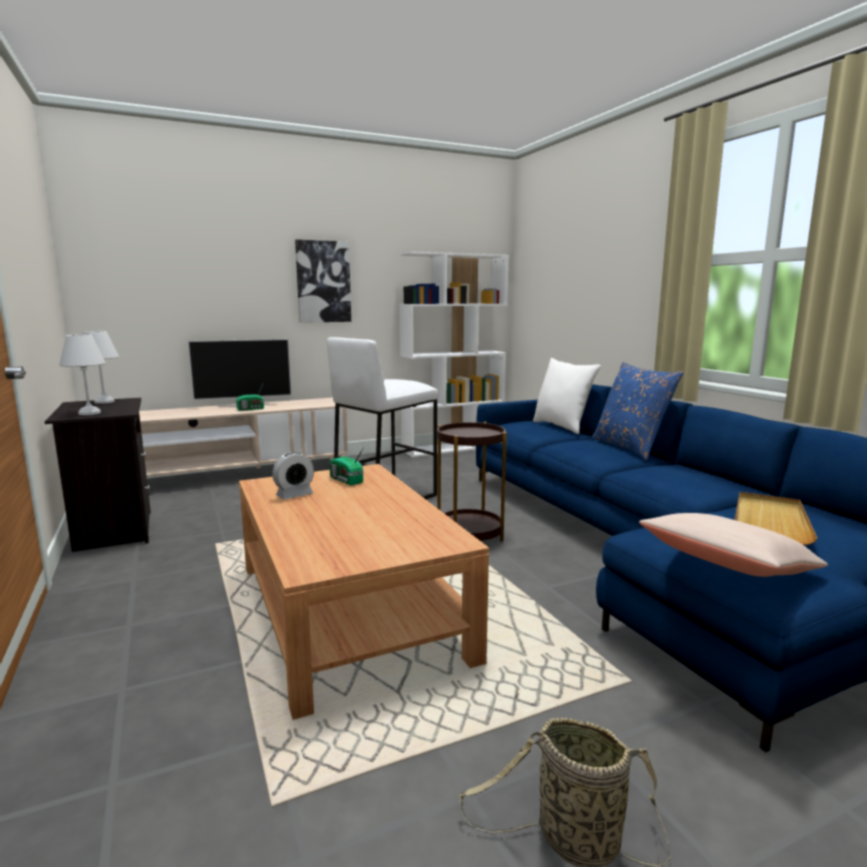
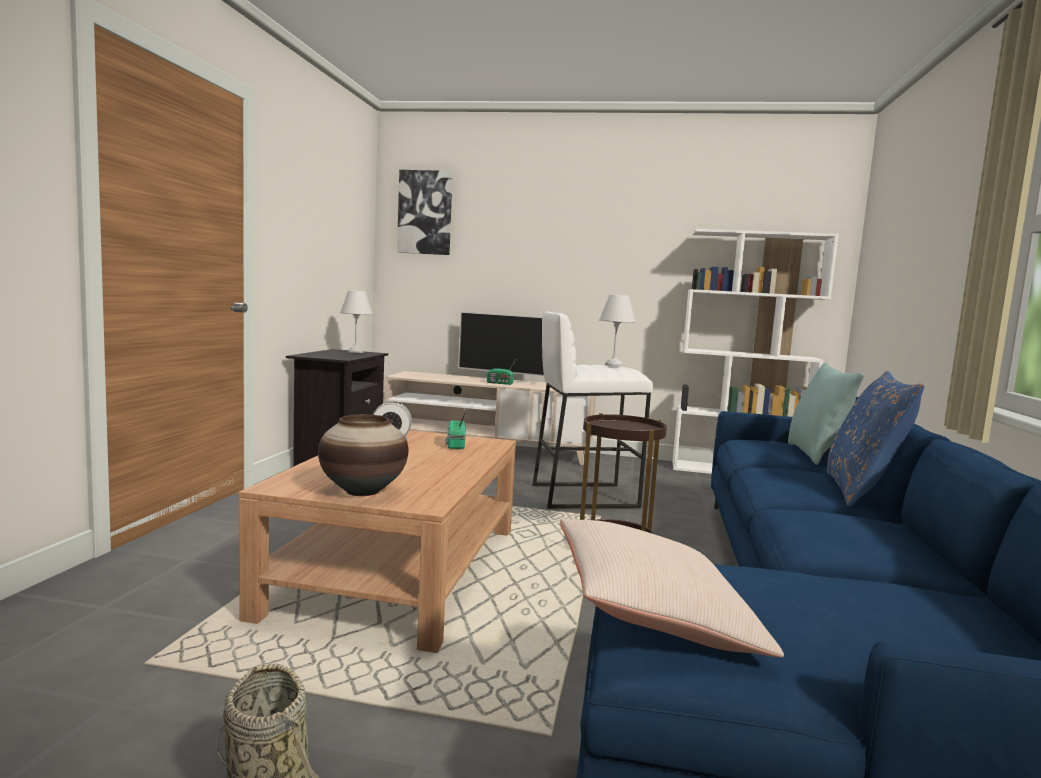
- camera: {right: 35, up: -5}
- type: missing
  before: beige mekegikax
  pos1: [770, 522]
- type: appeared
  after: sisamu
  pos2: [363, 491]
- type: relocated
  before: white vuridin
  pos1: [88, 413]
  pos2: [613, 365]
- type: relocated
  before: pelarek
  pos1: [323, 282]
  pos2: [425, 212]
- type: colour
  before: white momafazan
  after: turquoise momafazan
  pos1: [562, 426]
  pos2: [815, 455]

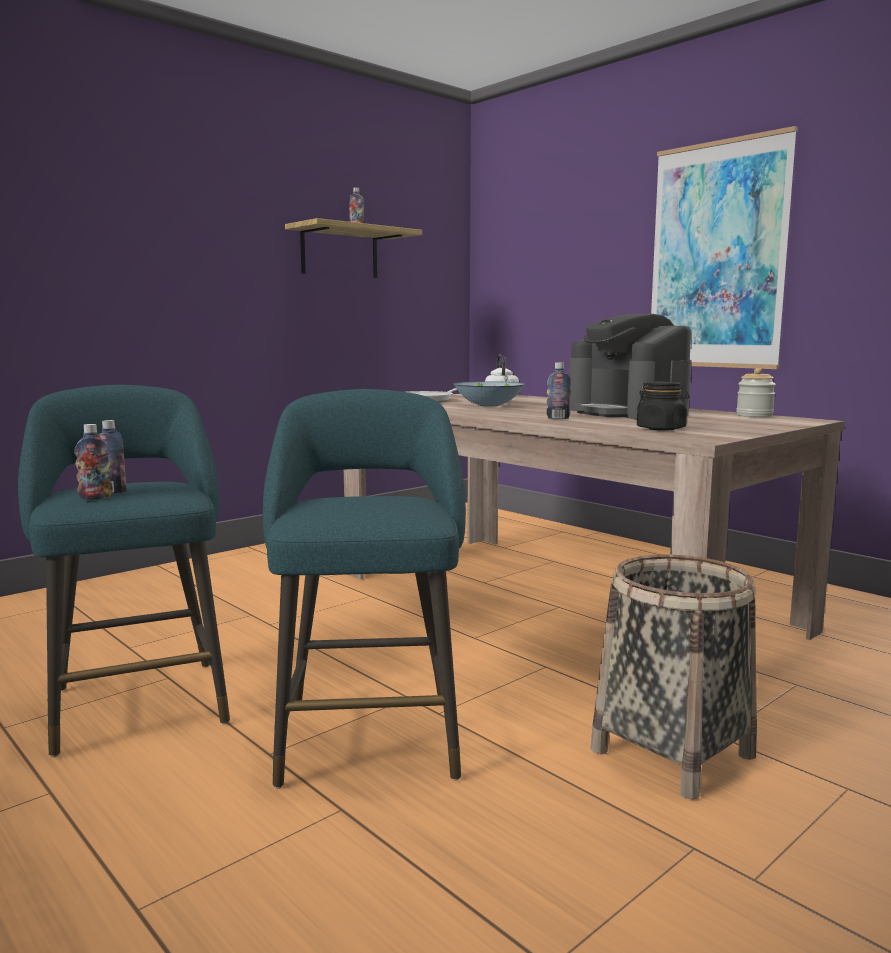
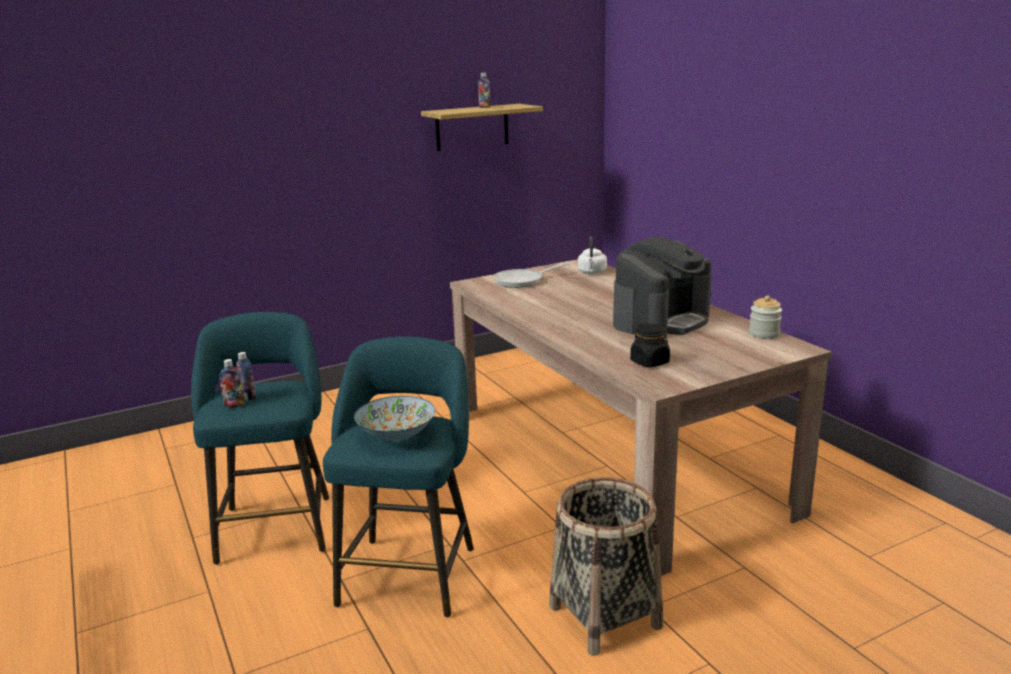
- camera: {right: 15, up: 10}
- type: missing
  before: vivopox
  pos1: [558, 418]
- type: missing
  before: pelarek
  pos1: [717, 256]
- type: relocated
  before: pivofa
  pos1: [489, 405]
  pos2: [397, 435]
- type: spun
  before: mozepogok
  pos1: [627, 412]
  pos2: [661, 320]
  turn: -120

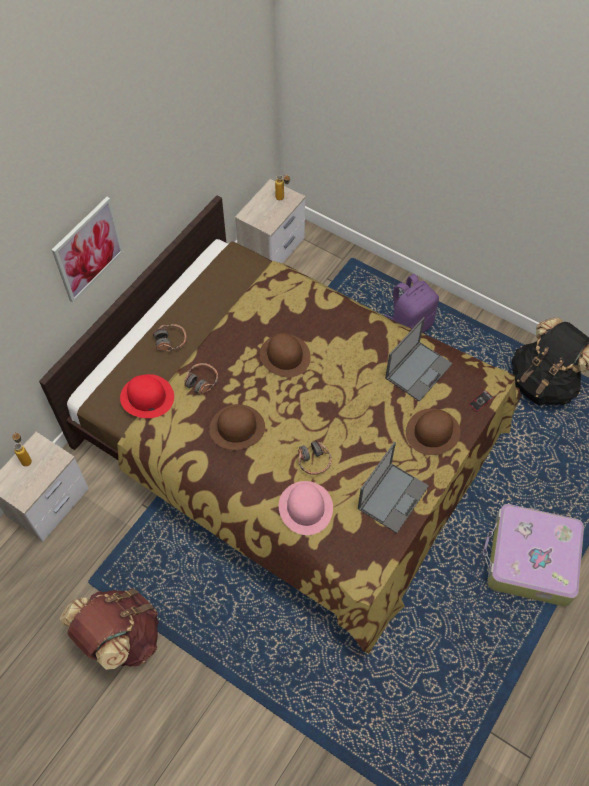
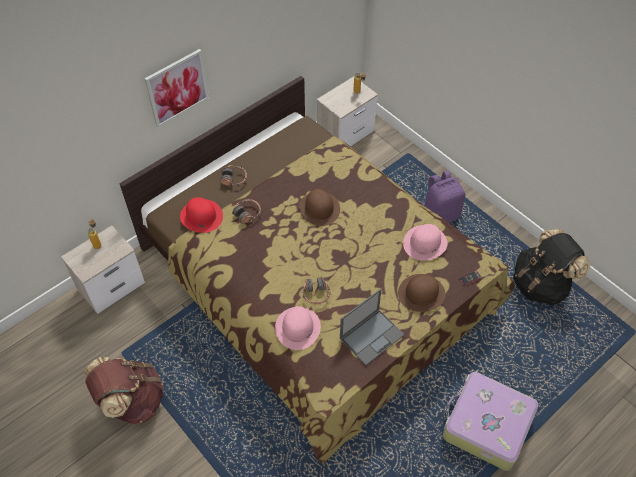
- camera: {right: 15, up: -5}
- type: missing
  before: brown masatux
  pos1: [237, 428]
- type: exchanged
  before: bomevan
  after: pink masatux
  pos1: [418, 370]
  pos2: [425, 243]

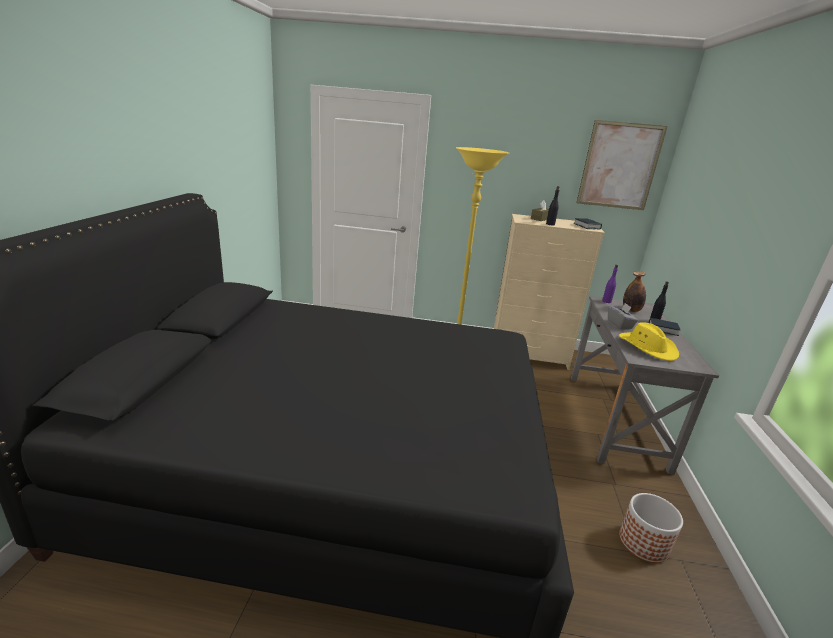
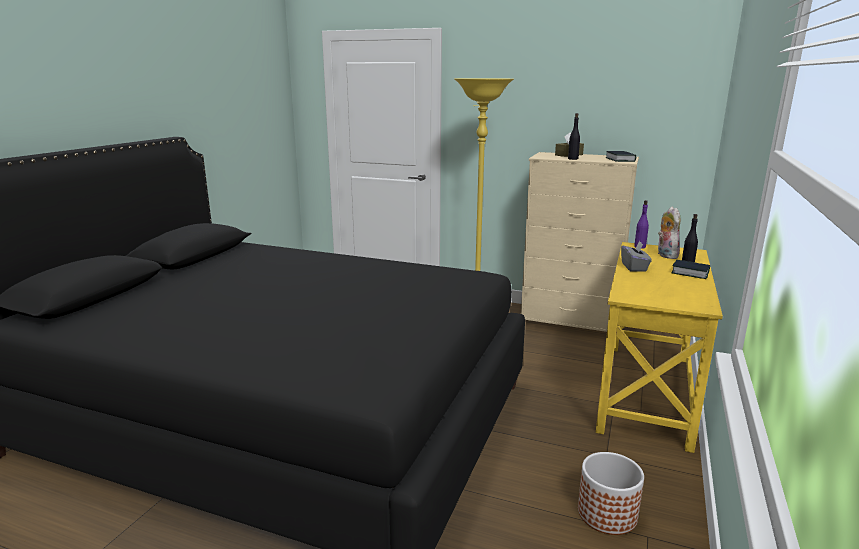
- camera: {right: 15, up: -5}
- type: missing
  before: pelarek
  pos1: [619, 166]
- type: missing
  before: yellow masatux
  pos1: [647, 347]
- type: exchanged
  before: vivopox
  after: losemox
  pos1: [631, 310]
  pos2: [665, 255]
- type: colour
  before: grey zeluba
  after: yellow zeluba
  pos1: [615, 419]
  pos2: [646, 392]

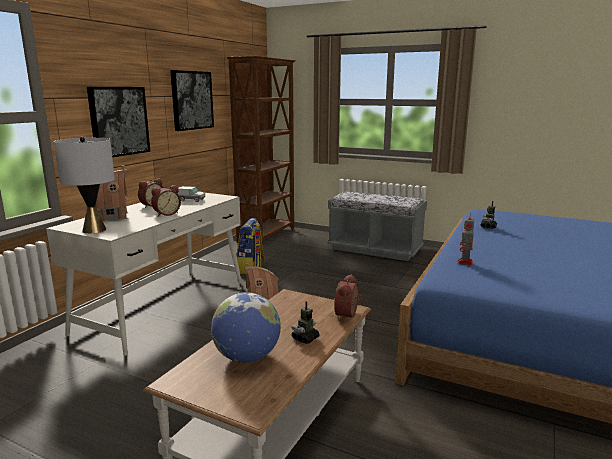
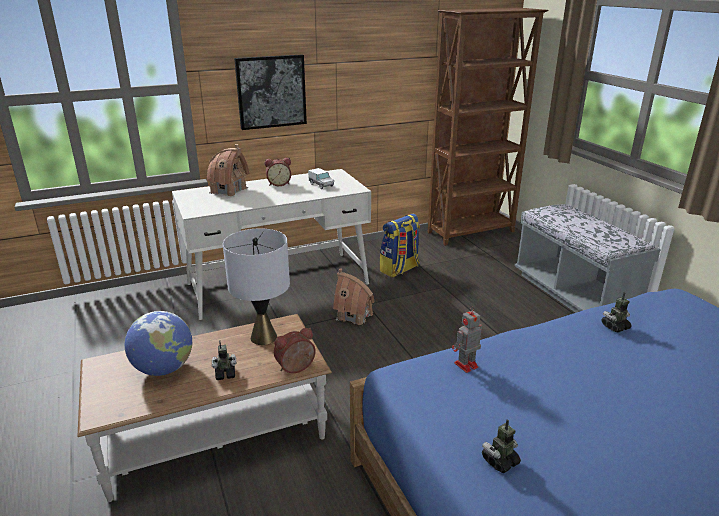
- camera: {right: 40, up: 10}
- type: missing
  before: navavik
  pos1: [166, 214]
- type: missing
  before: pelarek
  pos1: [192, 100]
- type: appeared
  after: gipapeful
  pos2: [500, 461]
- type: relocated
  before: grey vuridin
  pos1: [94, 230]
  pos2: [264, 337]

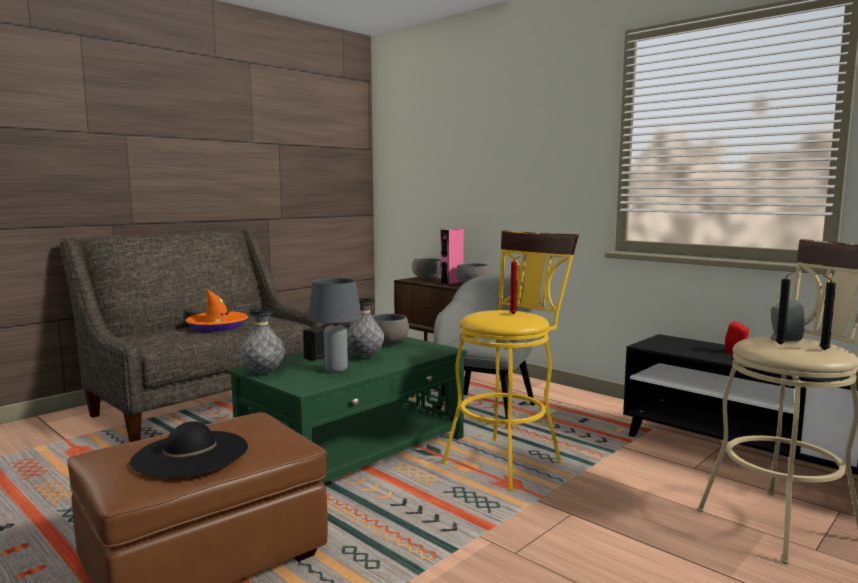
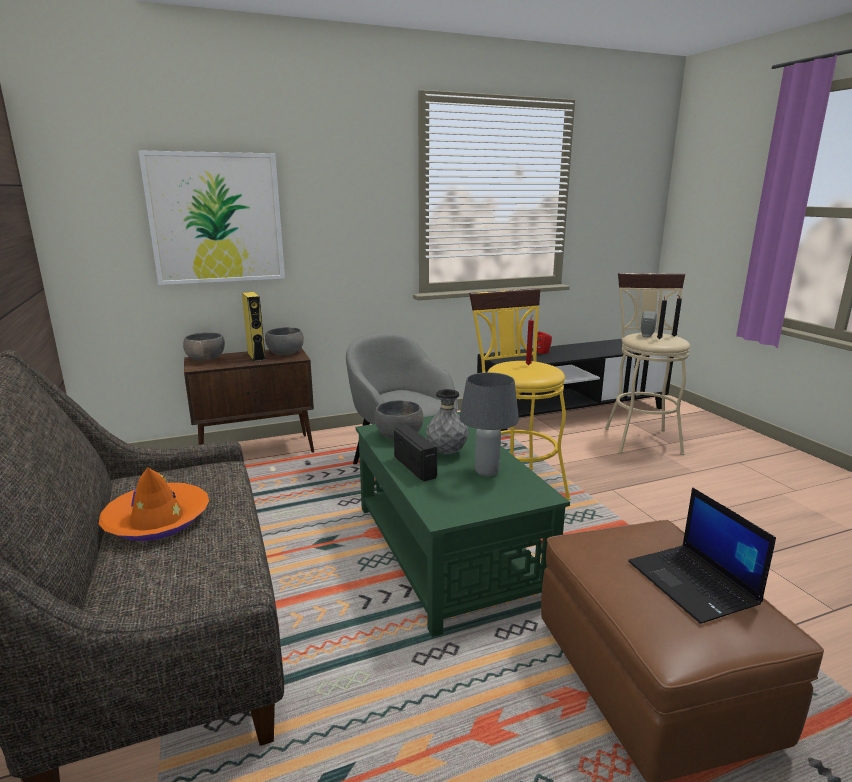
- camera: {right: -65, up: 10}
- type: missing
  before: grey sisamu
  pos1: [263, 373]
- type: appeared
  after: pelarek
  pos2: [216, 218]
- type: exchanged
  before: black masatux
  after: bomevan
  pos1: [190, 454]
  pos2: [694, 583]
- type: colour
  before: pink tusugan
  after: yellow tusugan
  pos1: [452, 282]
  pos2: [256, 356]

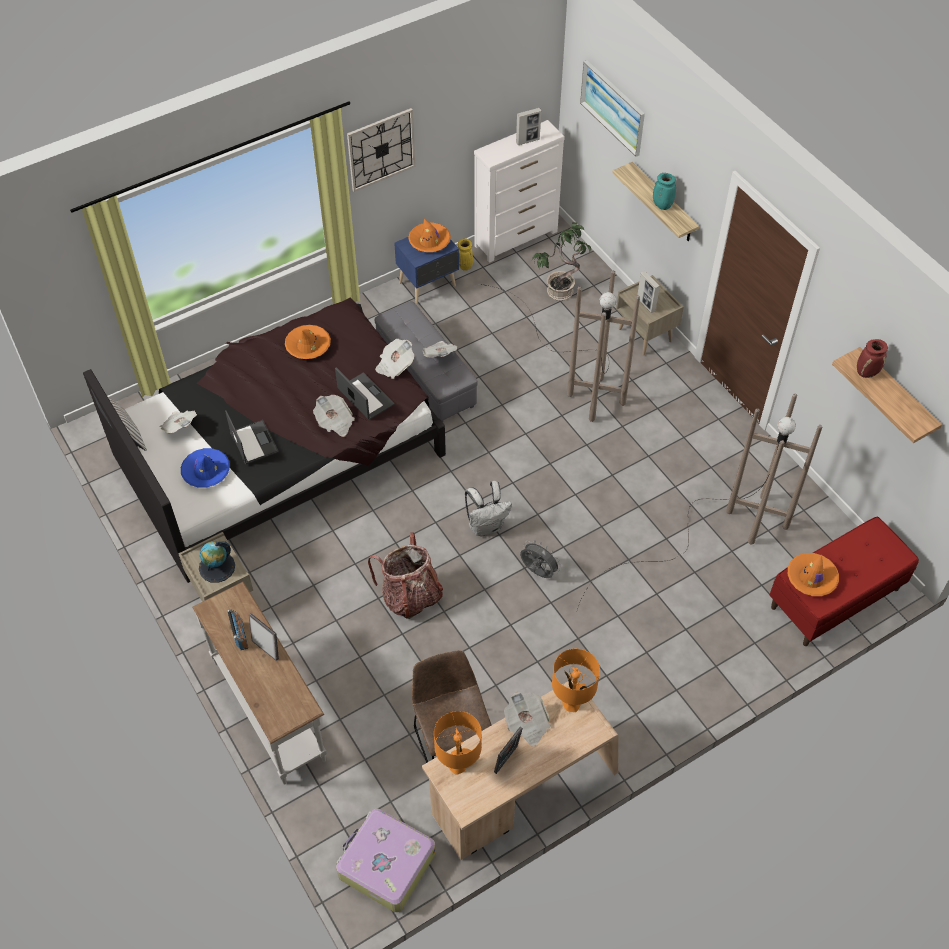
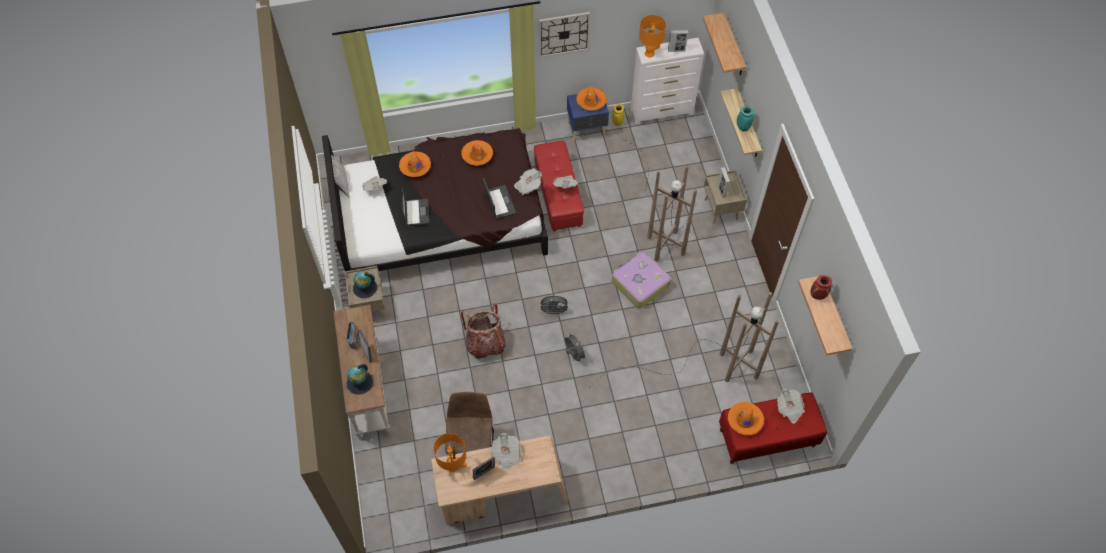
- camera: {right: 20, up: 5}
- type: missing
  before: blue masatux
  pos1: [206, 471]
- type: missing
  before: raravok
  pos1: [560, 290]
- type: appeared
  after: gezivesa
  pos2: [359, 382]
- type: appeared
  after: orange masatux
  pos2: [415, 167]
- type: relocated
  before: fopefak
  pos1: [335, 422]
  pos2: [789, 409]
- type: relocated
  before: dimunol
  pos1: [385, 864]
  pos2: [639, 283]
- type: relocated
  before: orange vuridin
  pos1: [572, 703]
  pos2: [649, 53]
- type: exchanged
  before: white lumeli
  after: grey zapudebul
  pos1: [486, 526]
  pos2: [554, 312]
- type: exchanged
  before: pelarek
  after: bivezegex
  pos1: [613, 107]
  pos2: [733, 46]
- type: colour
  before: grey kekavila
  after: red kekavila
  pos1: [425, 376]
  pos2: [557, 194]

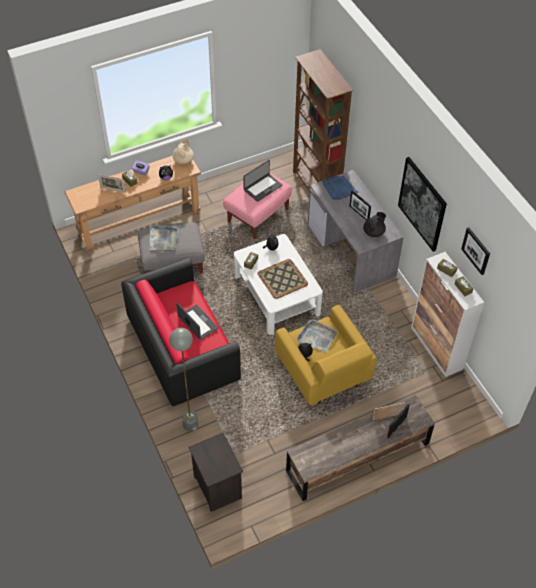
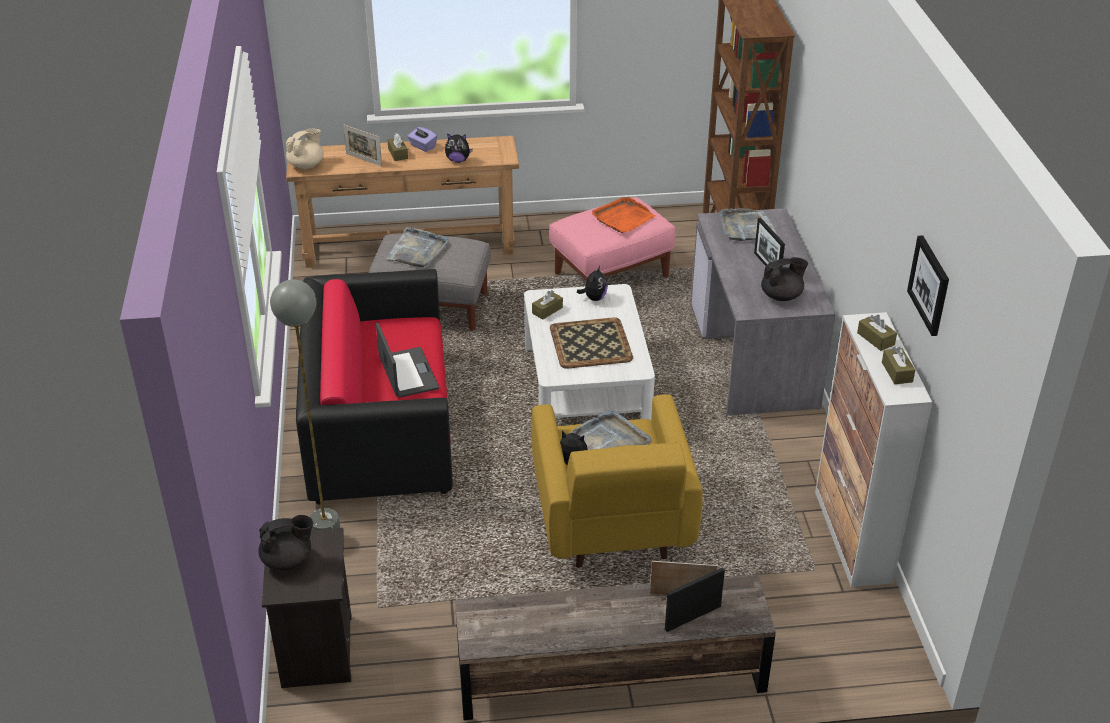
- camera: {right: 20, up: -15}
- type: missing
  before: pelarek
  pos1: [422, 204]
- type: appeared
  after: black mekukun
  pos2: [288, 560]
- type: relocated
  before: beige mekukun
  pos1: [183, 159]
  pos2: [306, 165]
- type: exchanged
  before: bomevan
  after: orange mekegikax
  pos1: [262, 187]
  pos2: [623, 218]
- type: colour
  before: blue mekegikax
  after: grey mekegikax
  pos1: [339, 189]
  pos2: [747, 228]

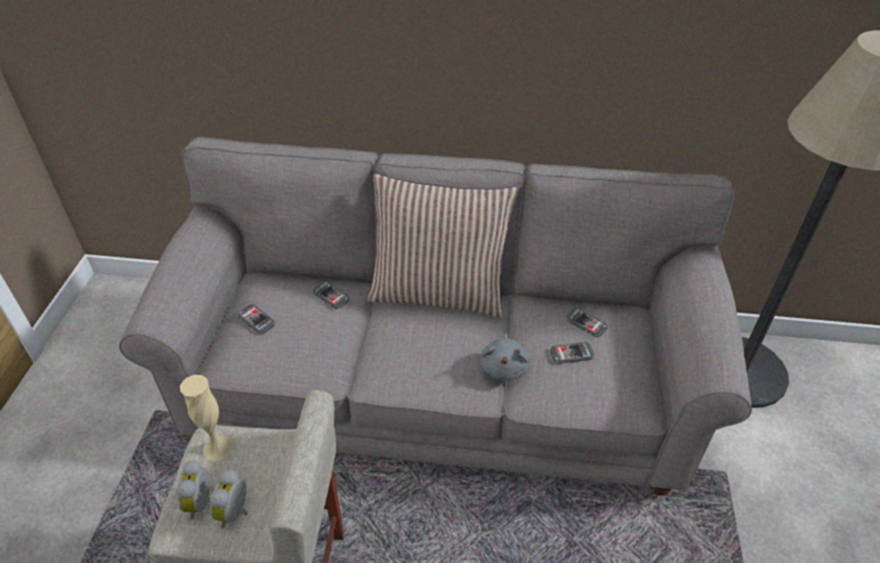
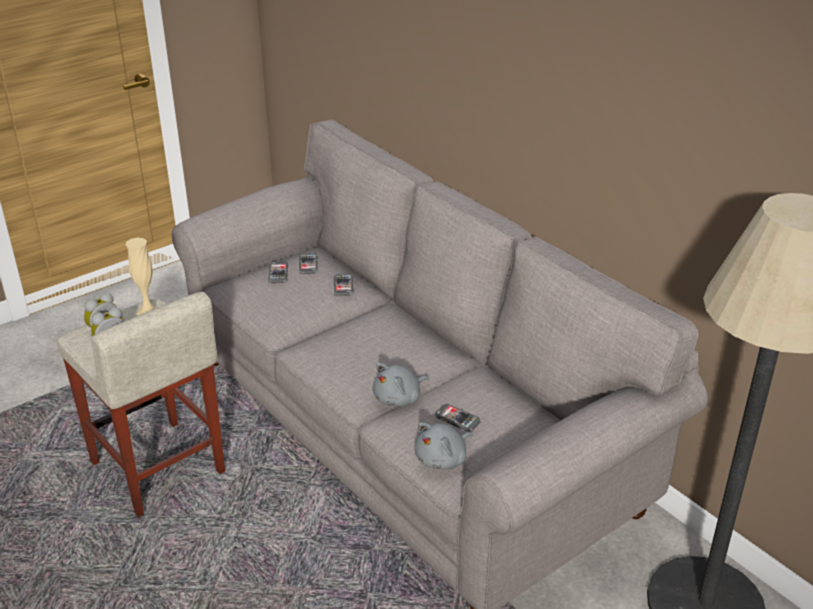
- camera: {right: 45, up: -10}
- type: missing
  before: momafazan
  pos1: [439, 293]
- type: appeared
  after: grey losemox
  pos2: [443, 459]
- type: relocated
  before: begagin
  pos1: [586, 323]
  pos2: [308, 264]

